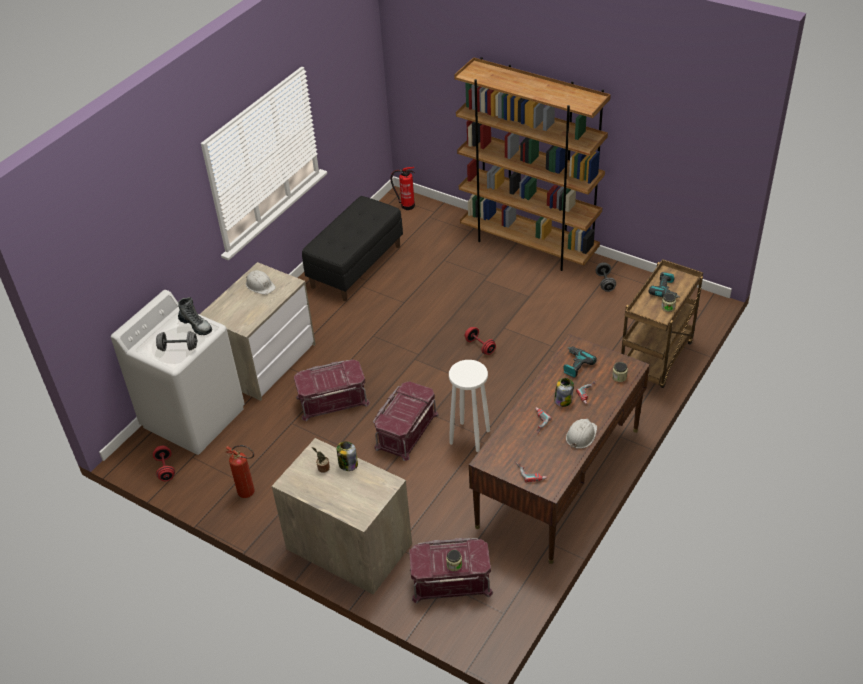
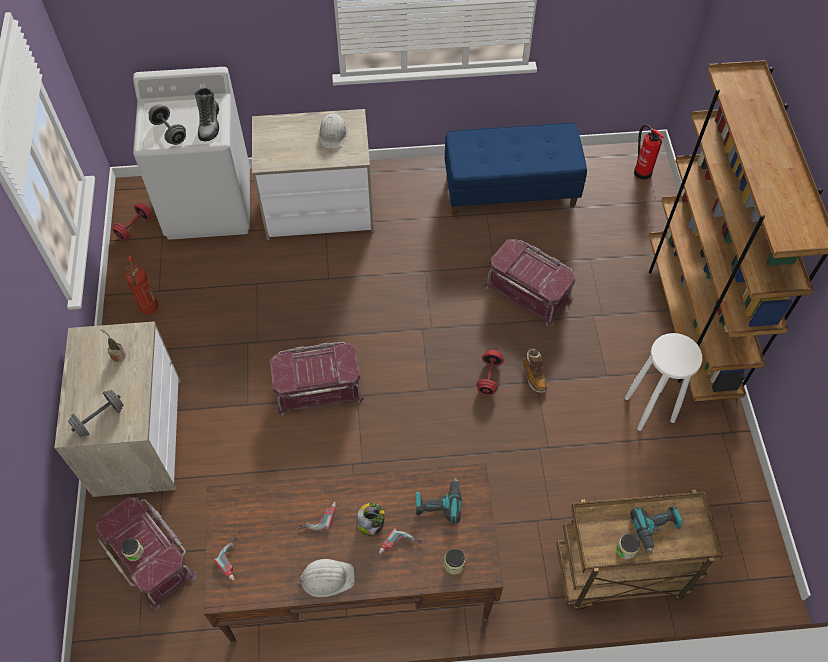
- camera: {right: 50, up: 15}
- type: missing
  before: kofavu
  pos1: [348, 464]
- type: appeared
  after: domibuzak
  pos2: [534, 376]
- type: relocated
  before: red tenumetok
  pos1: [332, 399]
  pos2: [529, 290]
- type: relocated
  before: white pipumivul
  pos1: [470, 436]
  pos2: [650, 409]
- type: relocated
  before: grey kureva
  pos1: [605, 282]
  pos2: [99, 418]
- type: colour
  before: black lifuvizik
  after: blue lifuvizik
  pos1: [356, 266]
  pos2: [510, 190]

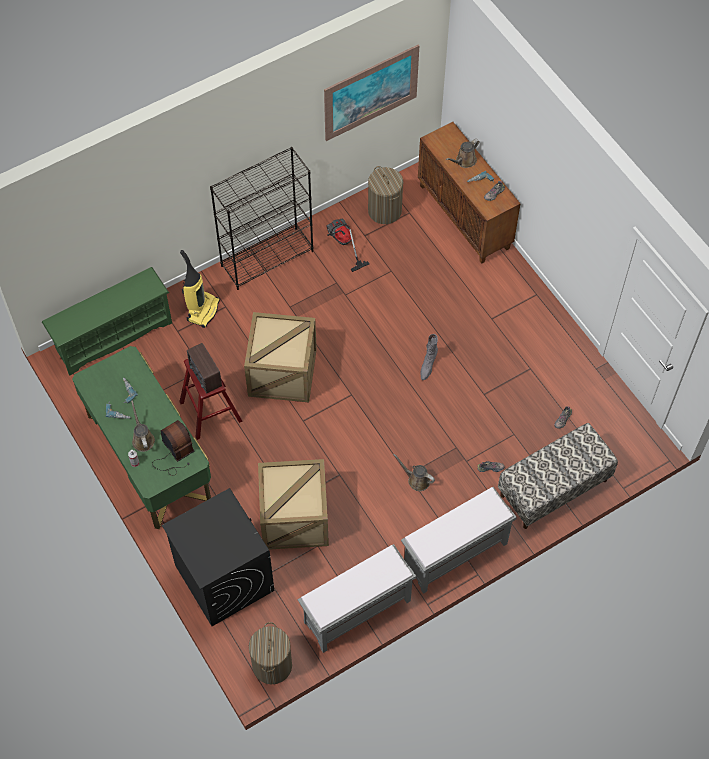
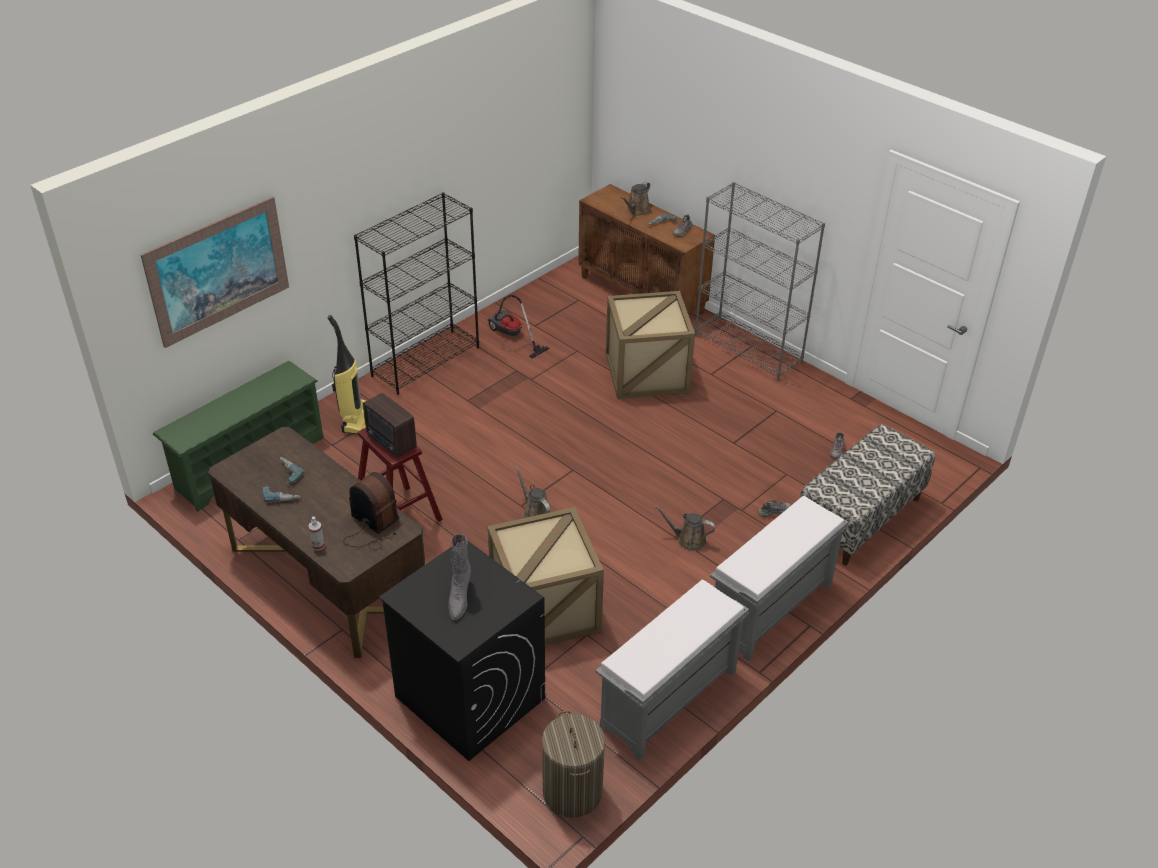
- camera: {right: -15, up: -20}
- type: missing
  before: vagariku
  pos1: [384, 211]
- type: appeared
  after: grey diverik
  pos2: [748, 349]
- type: relocated
  before: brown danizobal
  pos1: [142, 439]
  pos2: [535, 513]
- type: relocated
  before: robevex
  pos1: [281, 371]
  pos2: [645, 373]
- type: relocated
  before: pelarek
  pos1: [371, 92]
  pos2: [218, 271]
- type: relocated
  before: grey domibuzak
  pos1: [428, 366]
  pos2: [459, 598]
- type: colour
  before: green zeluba
  after: brown zeluba
  pos1: [149, 457]
  pos2: [326, 579]

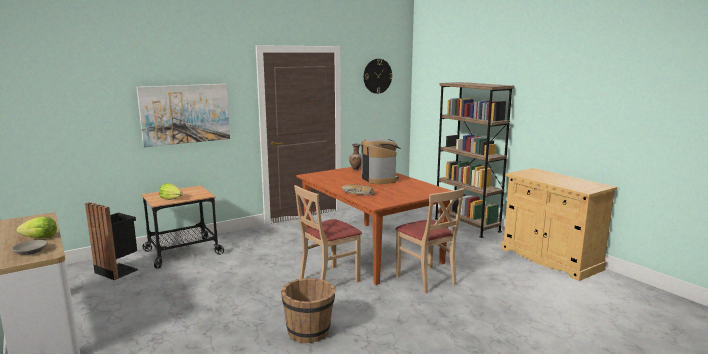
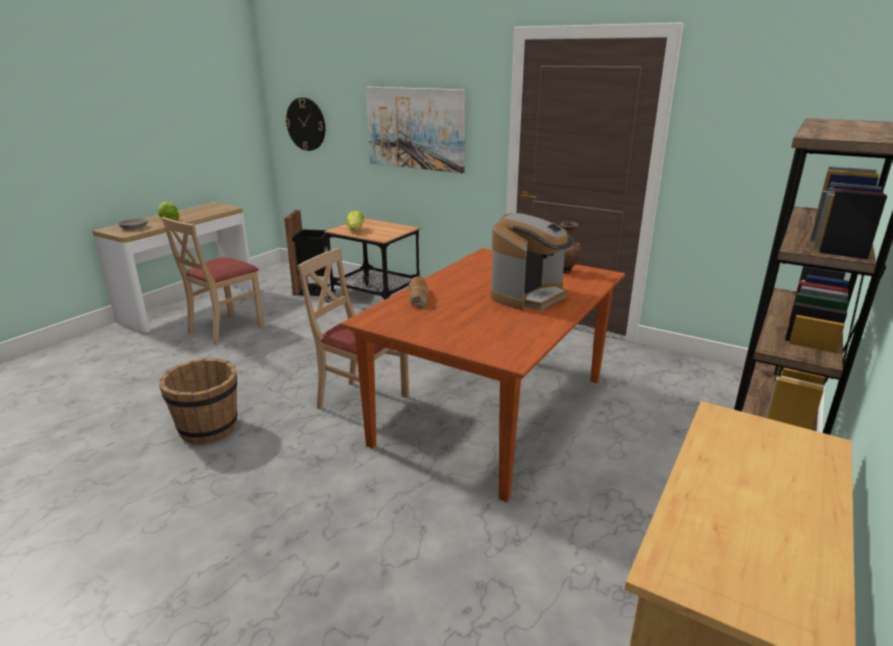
- camera: {right: 65, up: 10}
- type: relocated
  before: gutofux
  pos1: [377, 76]
  pos2: [306, 124]
- type: relocated
  before: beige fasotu
  pos1: [426, 279]
  pos2: [225, 329]

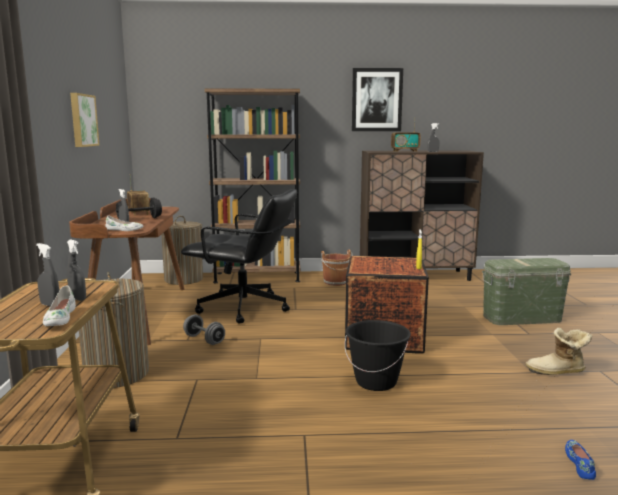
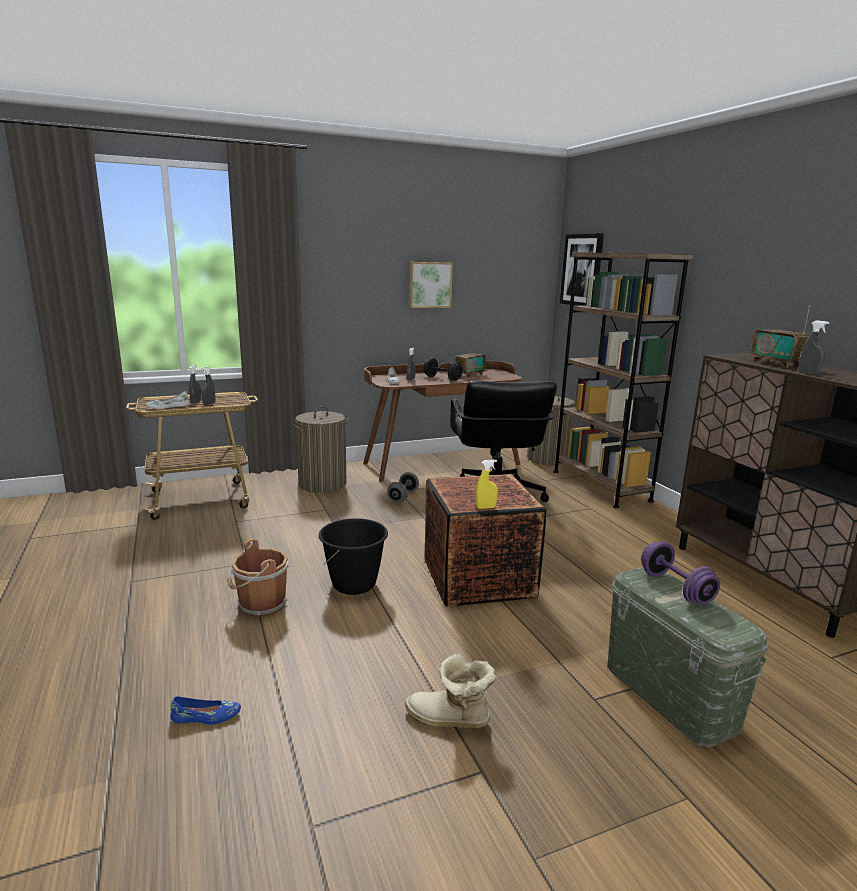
- camera: {right: 70, up: 5}
- type: appeared
  after: purple kureva
  pos2: [675, 588]
- type: relocated
  before: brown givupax
  pos1: [336, 282]
  pos2: [260, 605]
- type: relocated
  before: pelarek
  pos1: [376, 100]
  pos2: [582, 270]
- type: spun
  before: domibuzak
  pos1: [557, 372]
  pos2: [449, 720]
  turn: -60

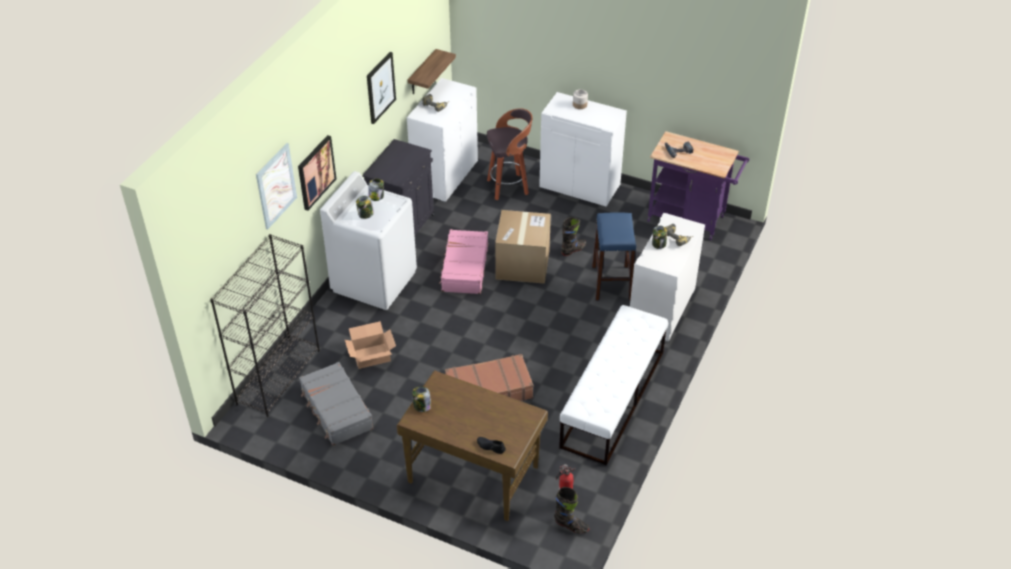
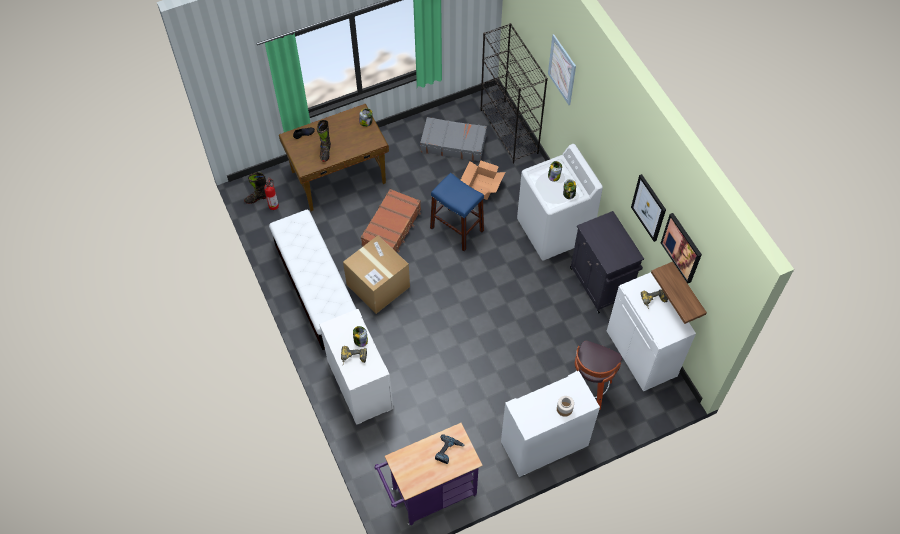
- camera: {right: 130, up: 15}
- type: missing
  before: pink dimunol
  pos1: [464, 268]
- type: relocated
  before: pelarek
  pos1: [316, 172]
  pos2: [682, 247]
- type: relocated
  before: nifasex
  pos1: [522, 264]
  pos2: [378, 286]
- type: relocated
  before: black domibuzak
  pos1: [573, 250]
  pos2: [325, 152]
- type: relocated
  before: blue pipumivul
  pos1: [611, 283]
  pos2: [456, 229]

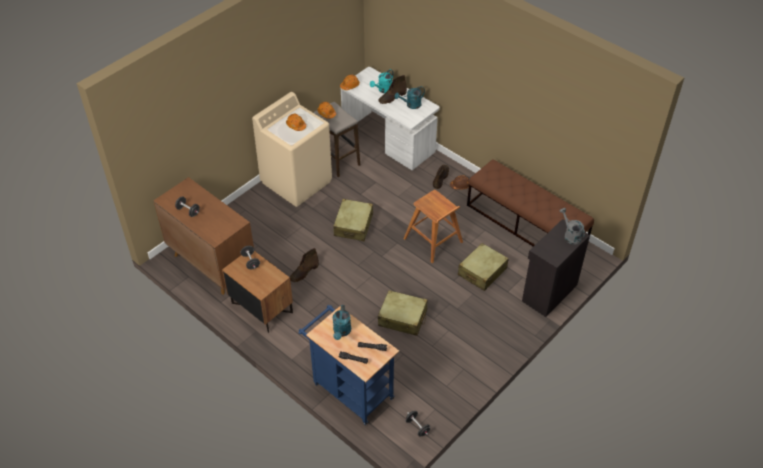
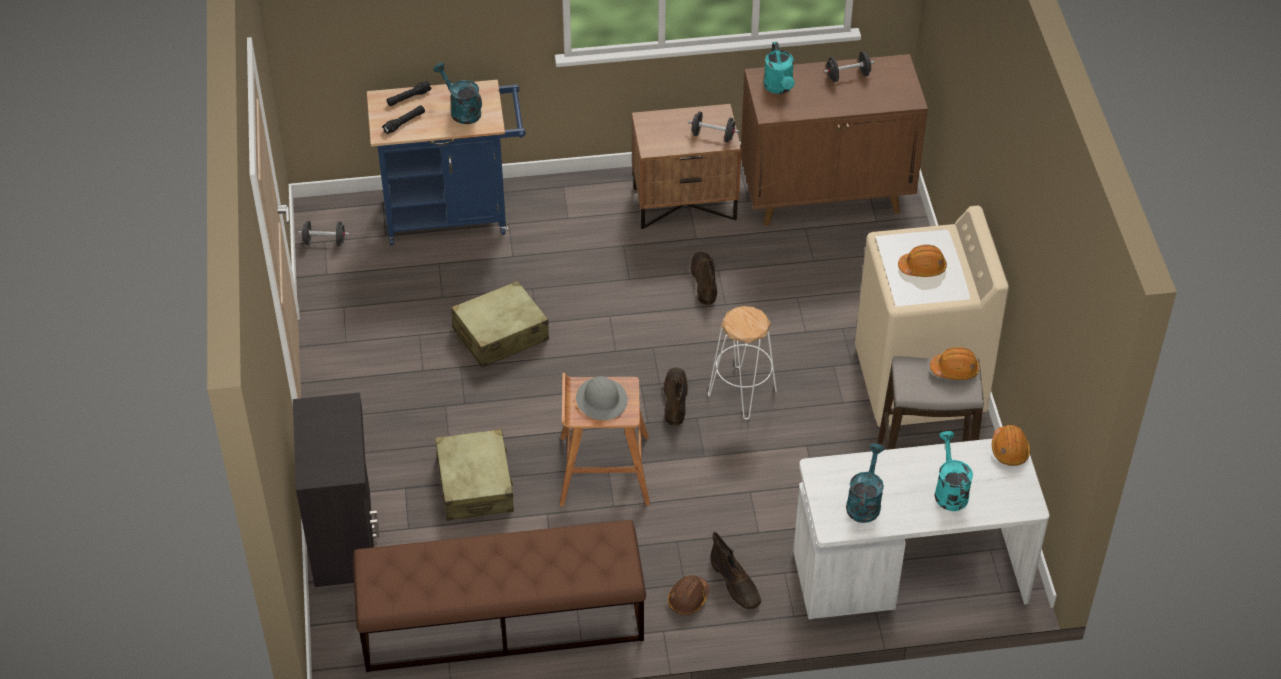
- camera: {right: 130, up: 0}
- type: missing
  before: grey danizobal
  pos1: [570, 235]
- type: appeared
  after: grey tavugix
  pos2: [602, 400]
- type: appeared
  after: turquoise danizobal
  pos2: [779, 88]
- type: relocated
  before: brown domibuzak
  pos1: [392, 97]
  pos2: [675, 399]
- type: exchanged
  before: beige dimunol
  after: white pipumivul
  pos1: [353, 225]
  pos2: [742, 393]

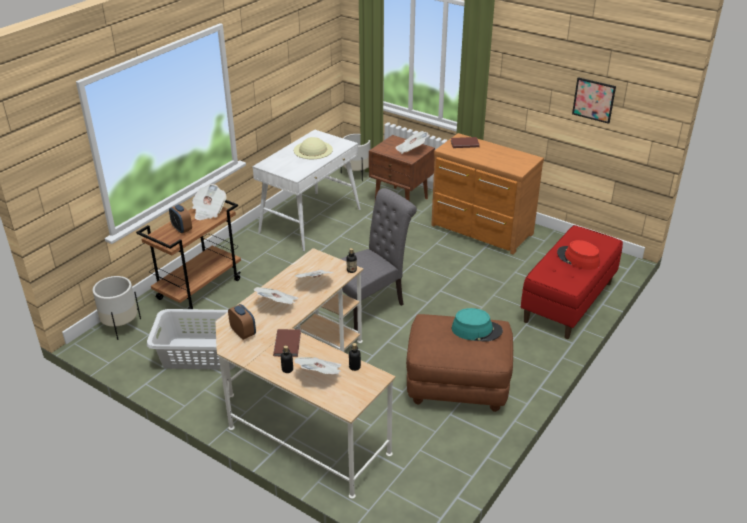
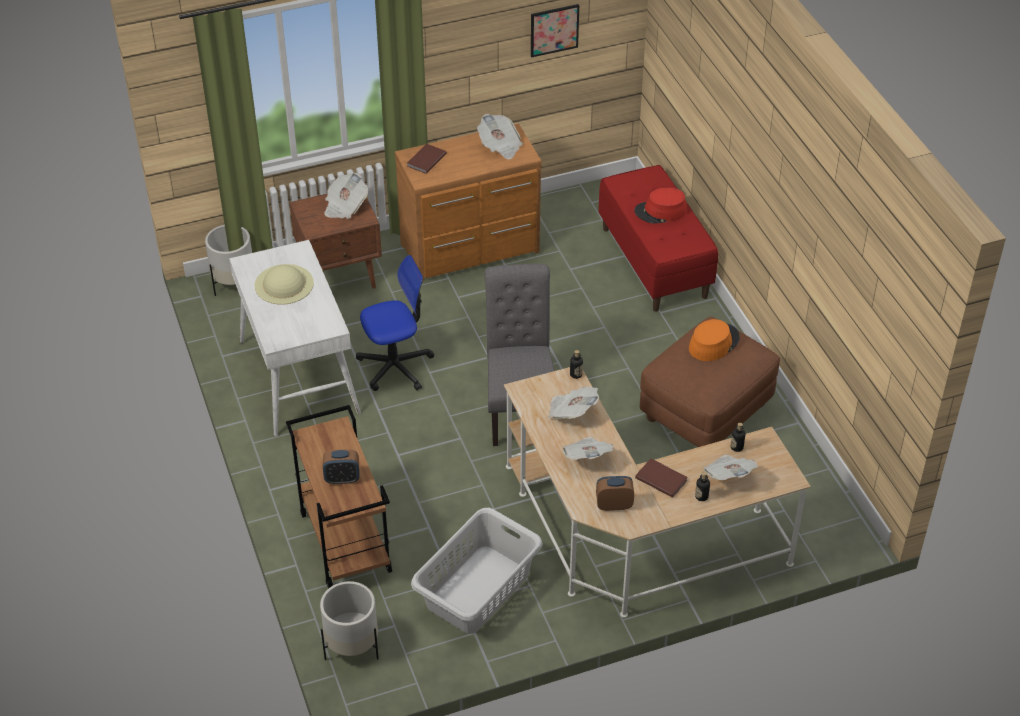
- camera: {right: -55, up: 10}
- type: appeared
  after: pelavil
  pos2: [395, 366]
- type: relocated
  before: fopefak
  pos1: [209, 211]
  pos2: [500, 146]
- type: colour
  before: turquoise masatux
  after: orange masatux
  pos1: [476, 330]
  pos2: [713, 343]

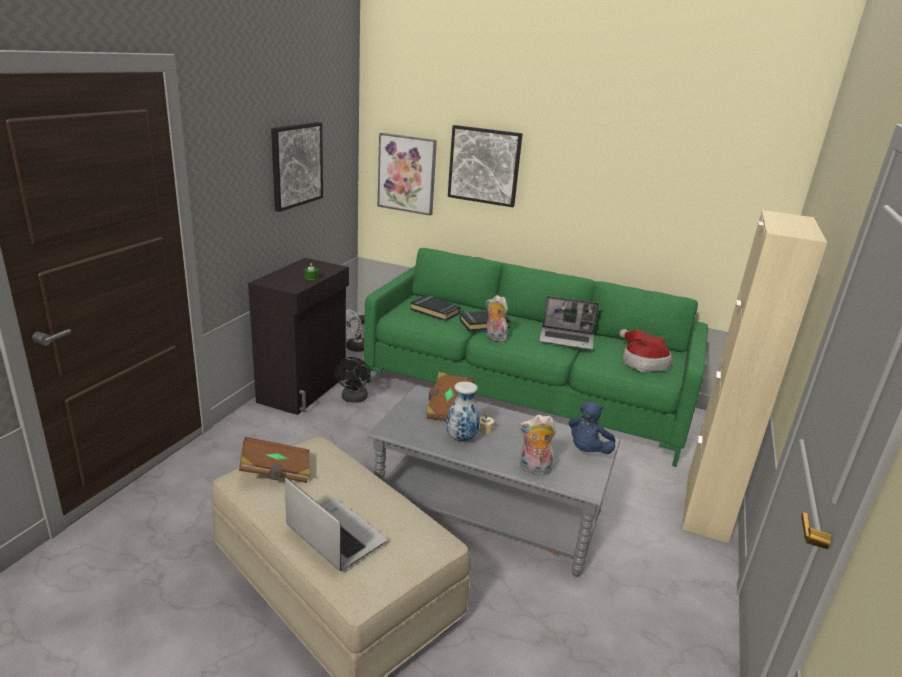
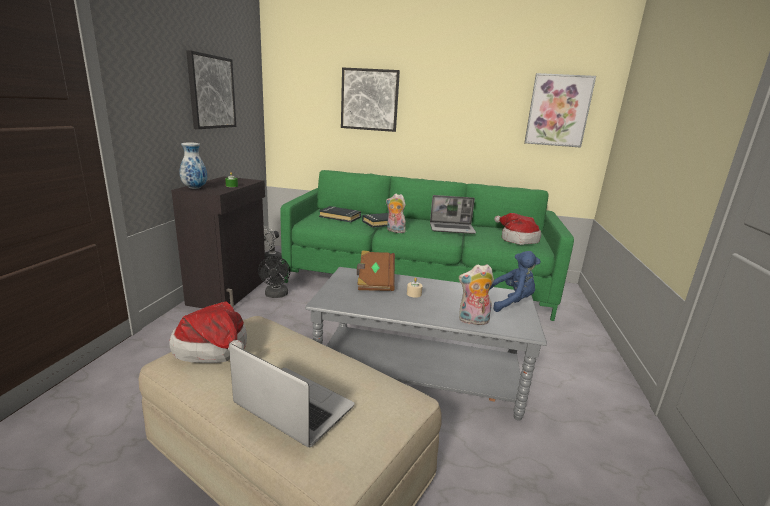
- camera: {right: -10, up: -5}
- type: missing
  before: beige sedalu
  pos1: [706, 507]
- type: relocated
  before: pelarek
  pos1: [407, 174]
  pos2: [558, 110]
- type: relocated
  before: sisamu
  pos1: [460, 438]
  pos2: [194, 188]
- type: exchanged
  before: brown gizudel
  after: masatux
  pos1: [276, 472]
  pos2: [214, 351]
- type: spun
  before: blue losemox
  pos1: [587, 451]
  pos2: [510, 302]
  turn: -120

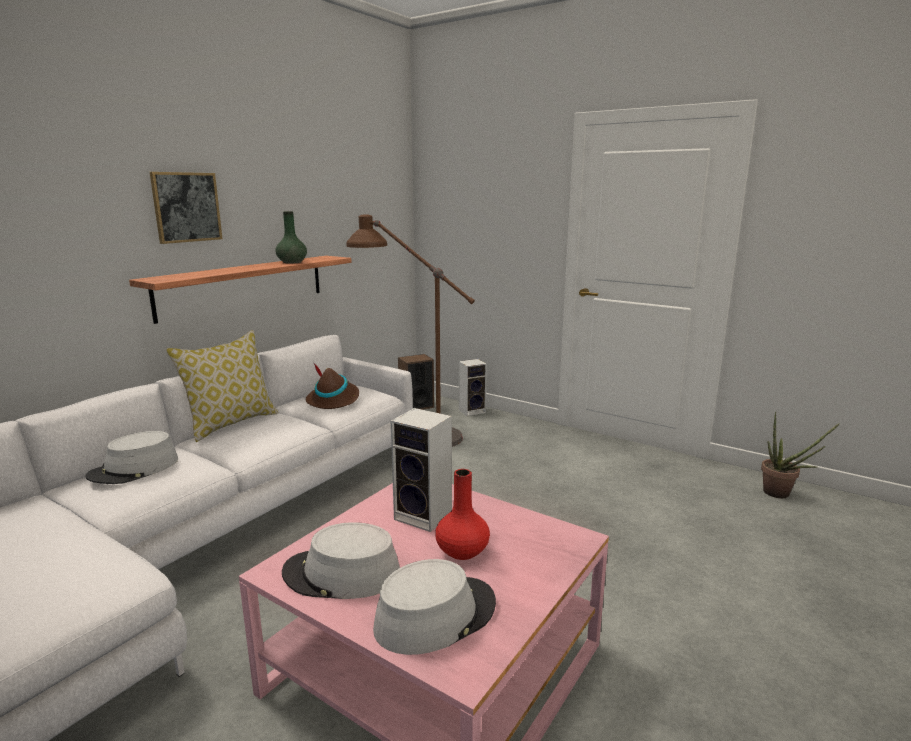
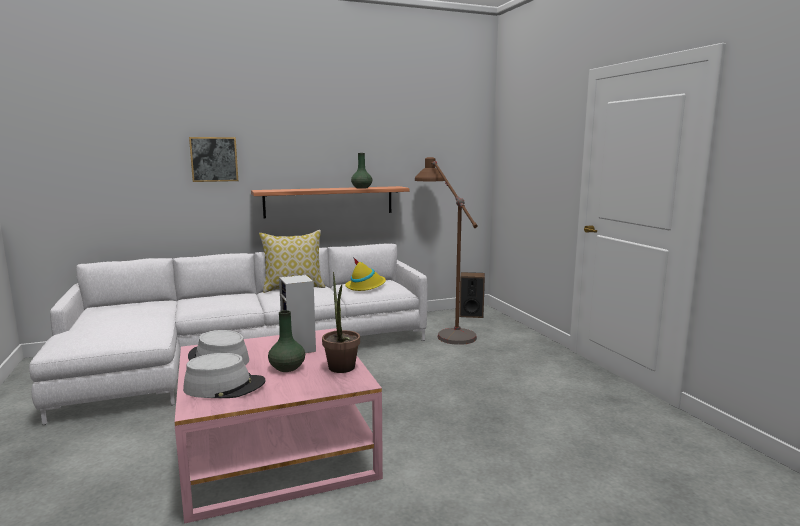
- camera: {right: 35, up: -5}
- type: missing
  before: grey masatux
  pos1: [134, 469]
- type: missing
  before: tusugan
  pos1: [472, 411]
- type: relocated
  before: pelarek
  pos1: [186, 207]
  pos2: [214, 159]
- type: relocated
  before: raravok
  pos1: [782, 494]
  pos2: [342, 370]
- type: colour
  before: brown masatux
  after: yellow masatux
  pos1: [333, 400]
  pos2: [366, 286]
- type: colour
  before: red sisamu
  after: green sisamu
  pos1: [463, 551]
  pos2: [287, 368]

